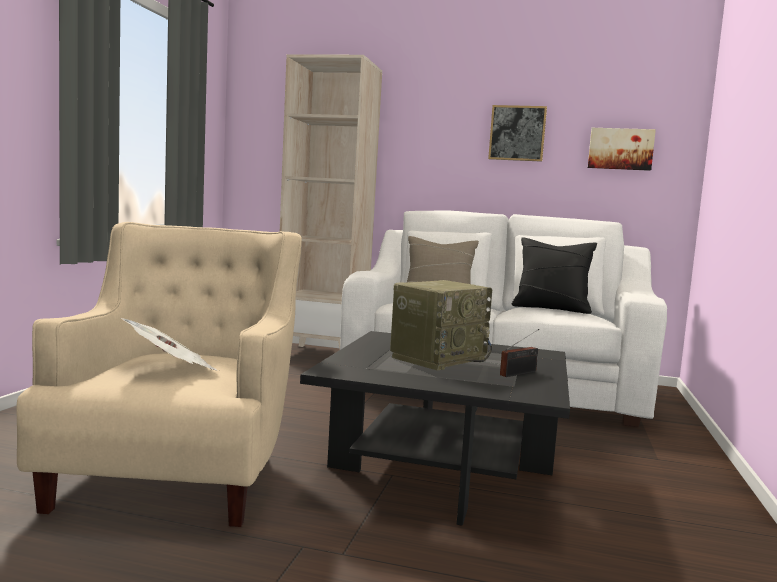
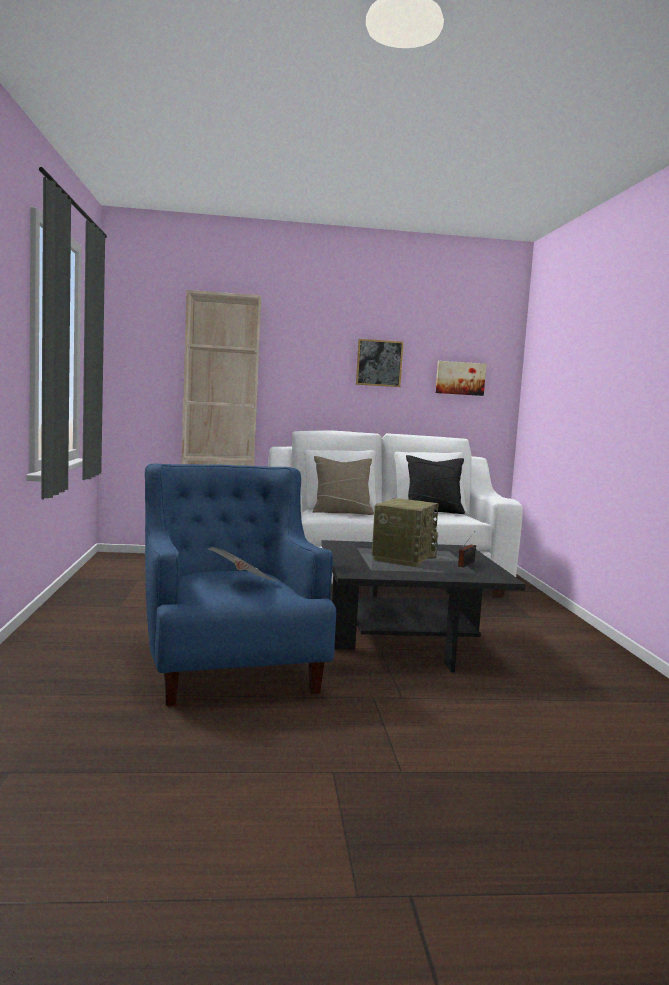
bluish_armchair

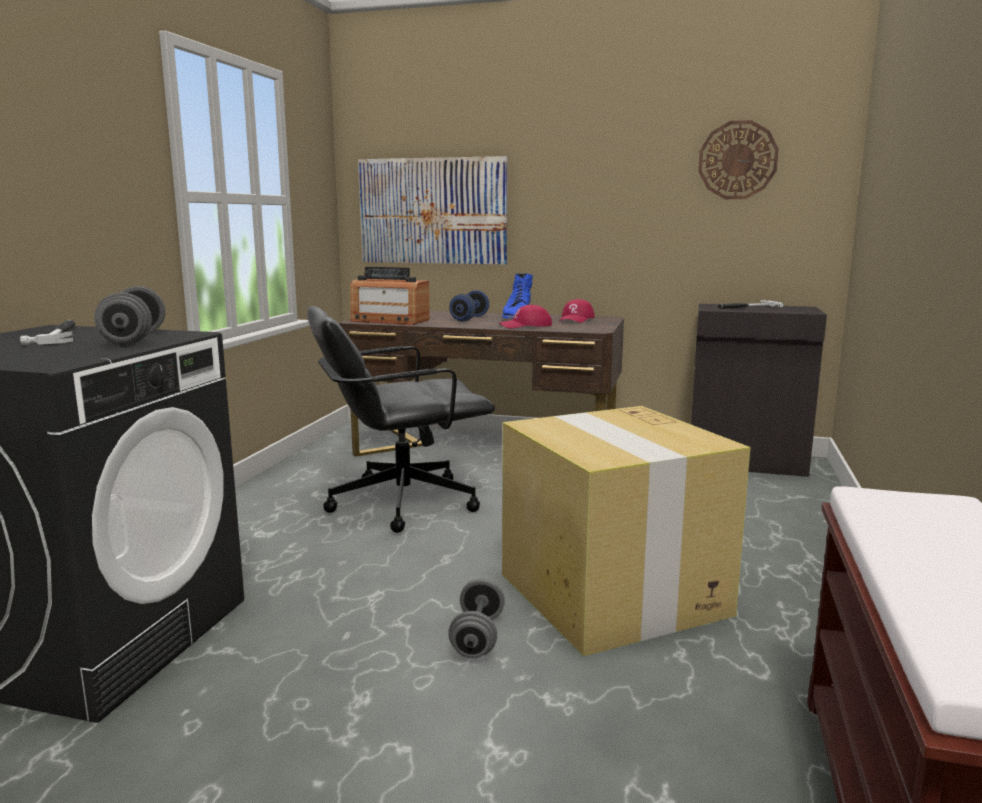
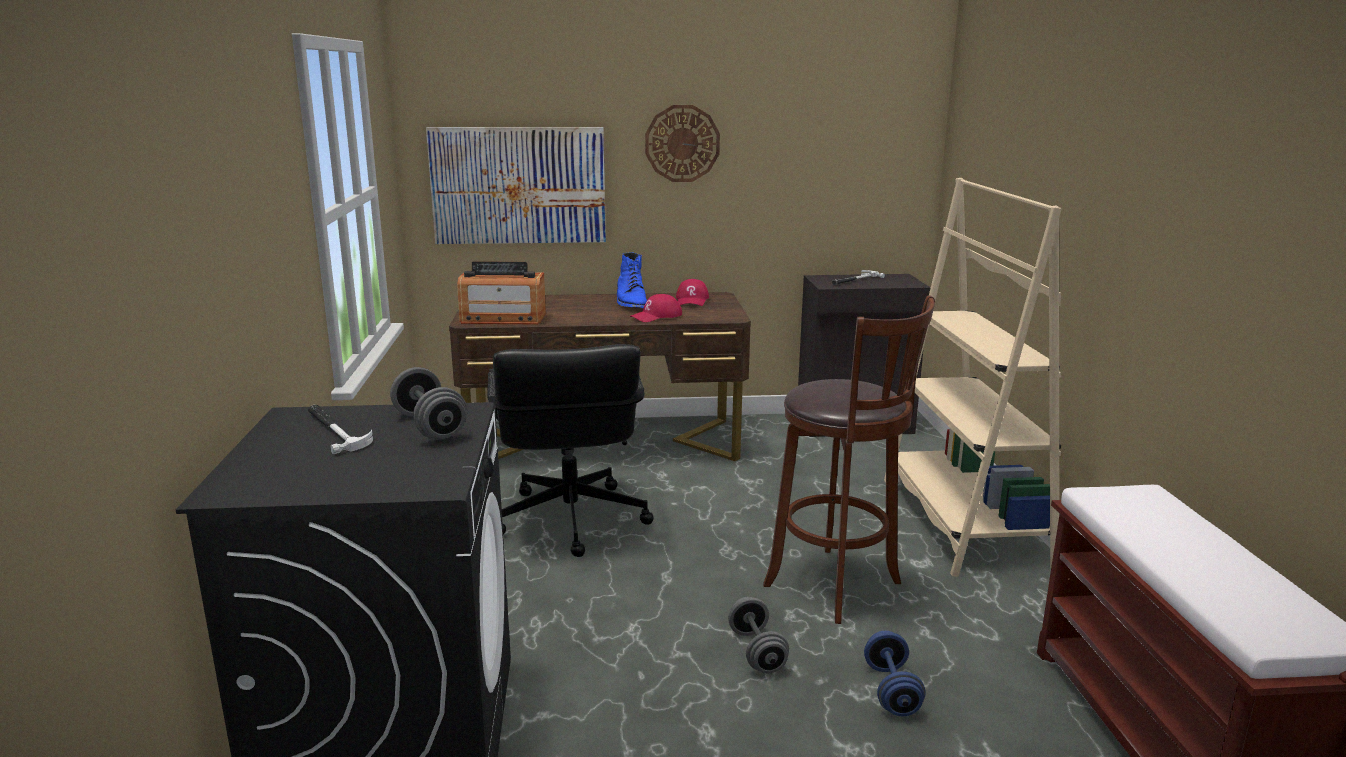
black_office_chair
hanging_clock
brownish_stool_seat
bluish_dumbbell
sand-coloured_bookcase

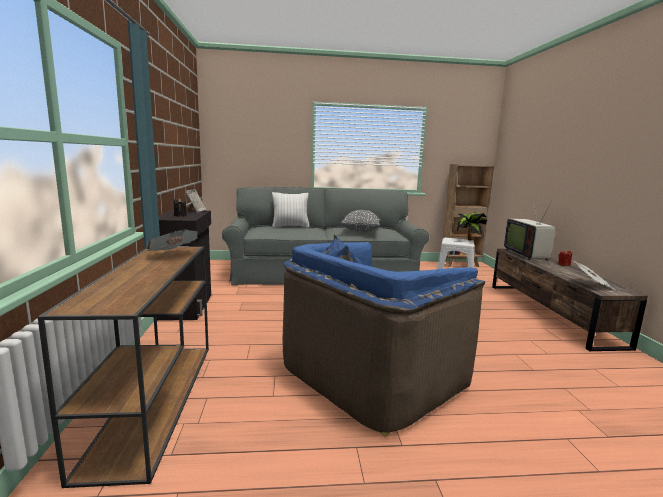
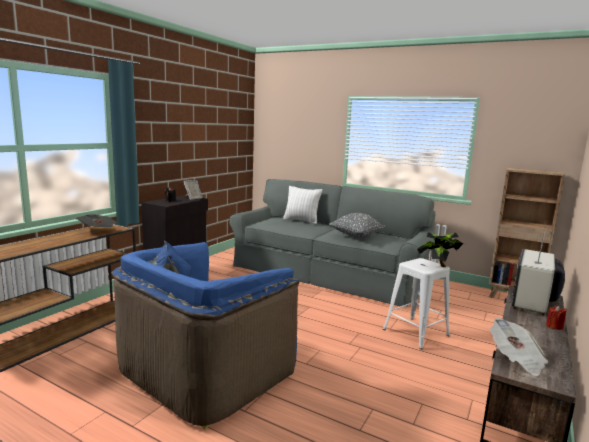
bluish_armchair

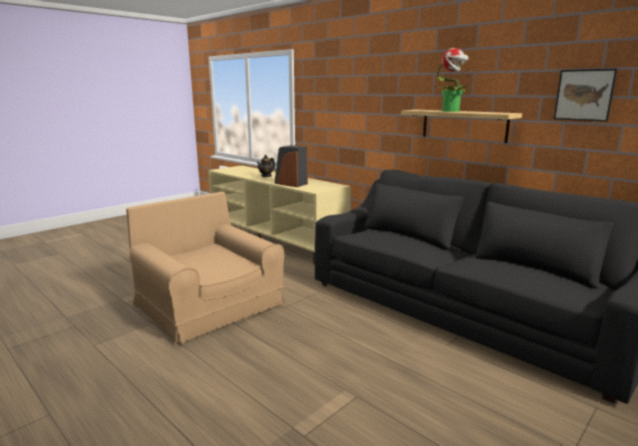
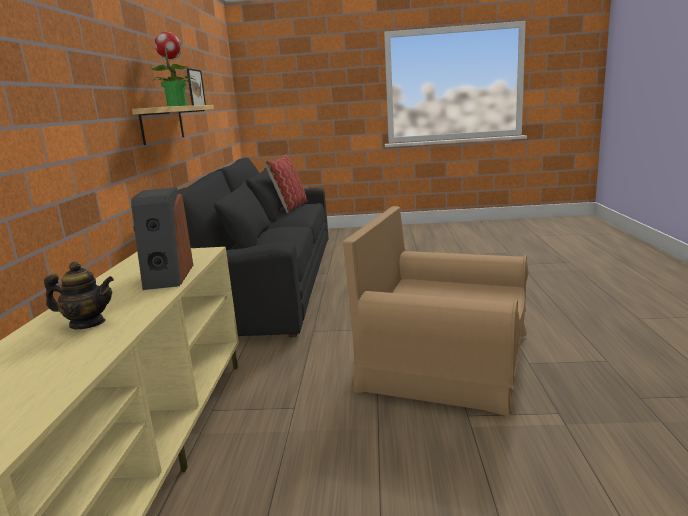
throw_pillow
brownish_armchair

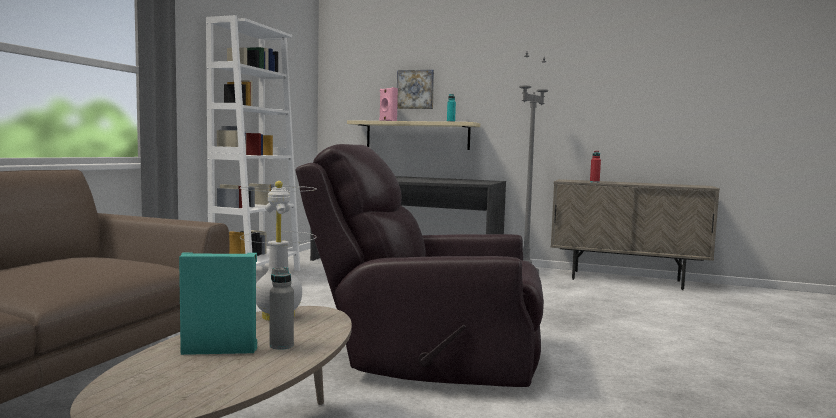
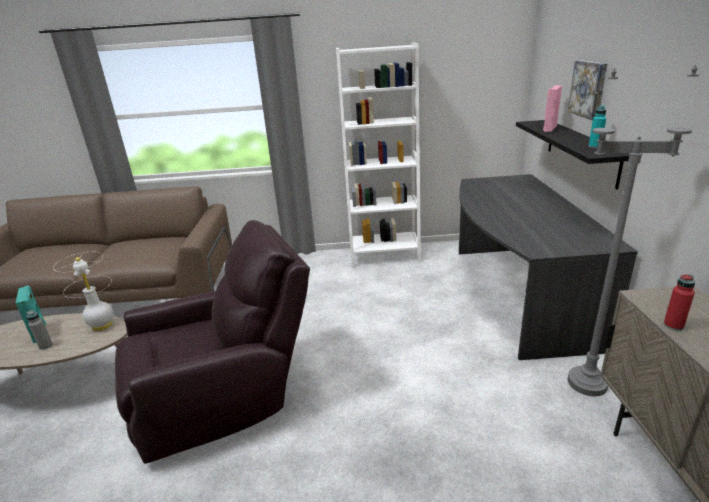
brownish_armchair
black_wall_shelf

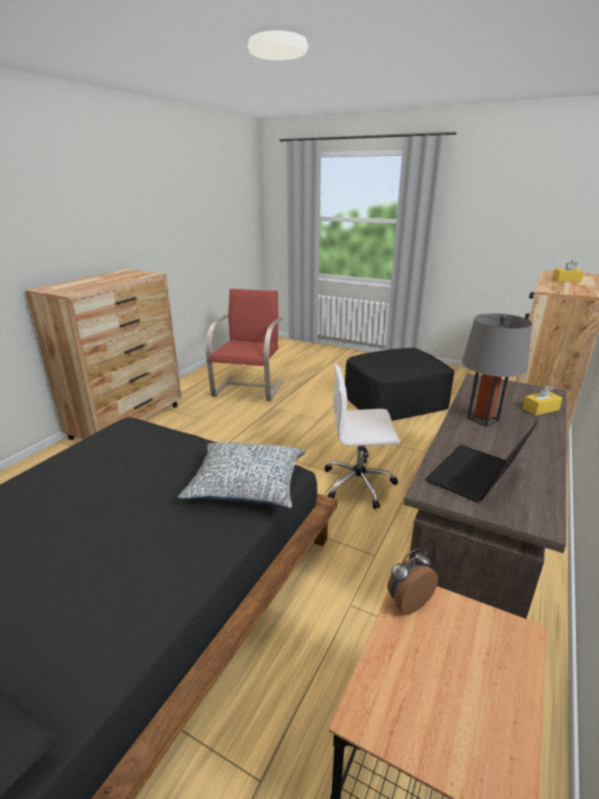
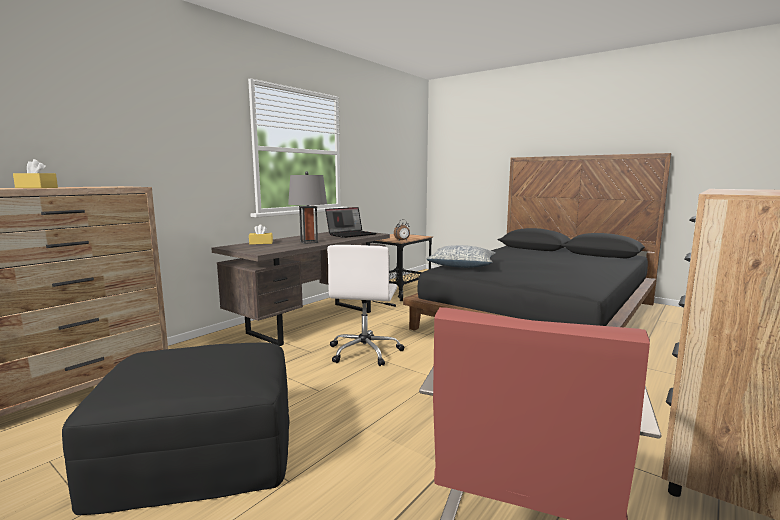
white_office_chair

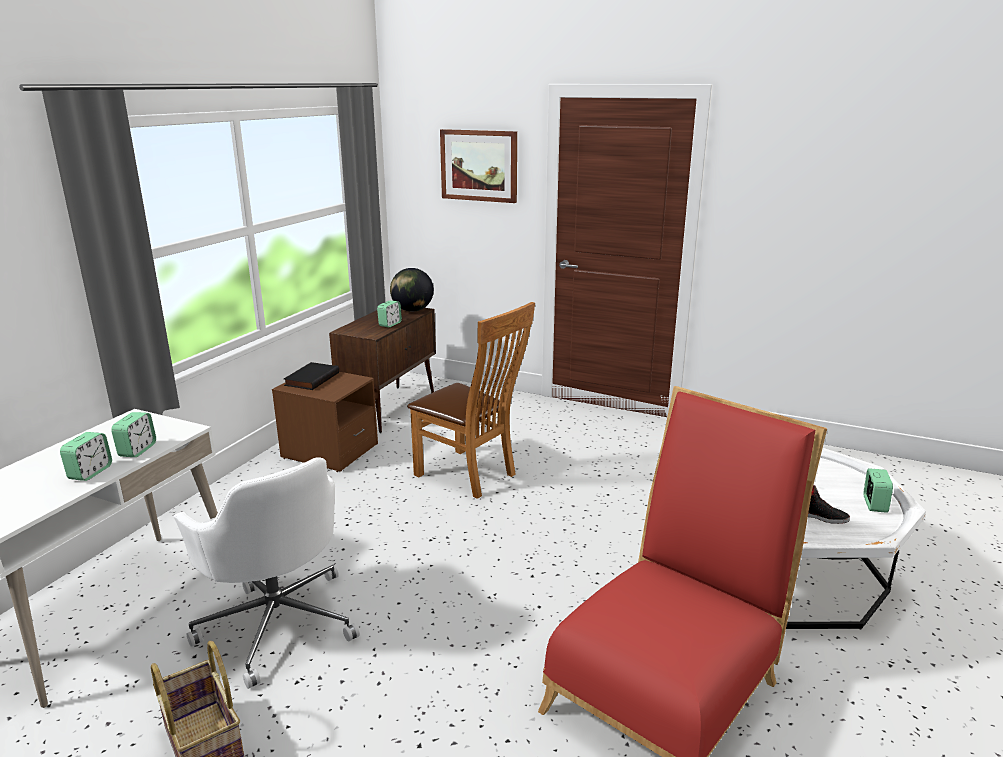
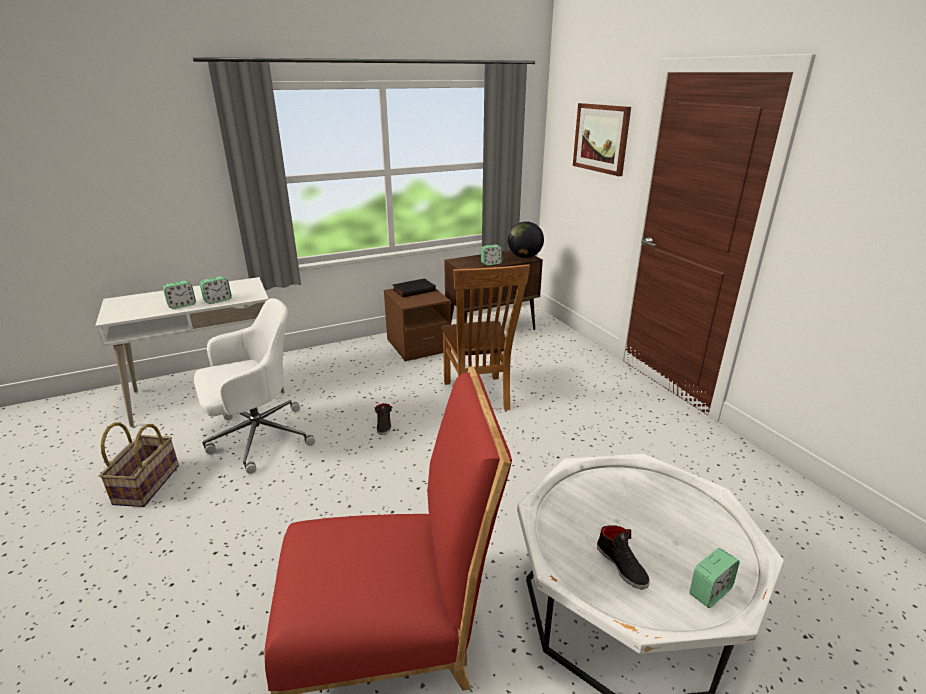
white_office_chair
black_shoe (no. 1 from left)

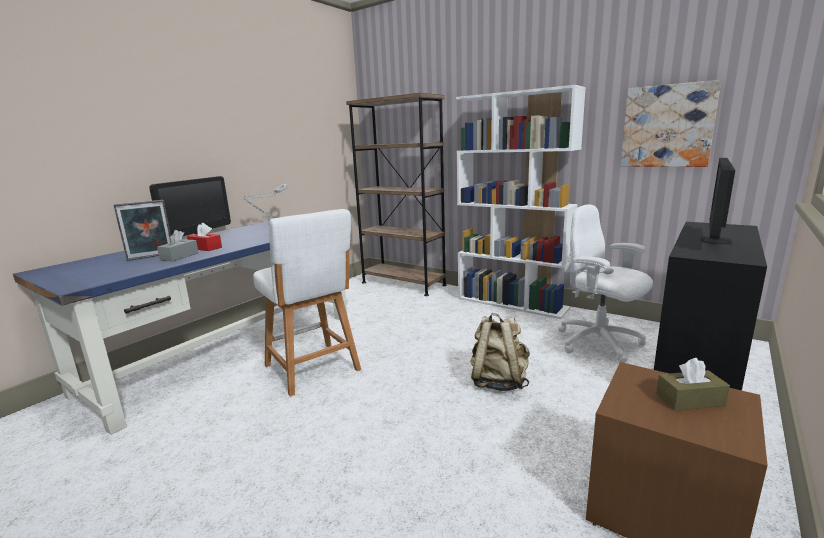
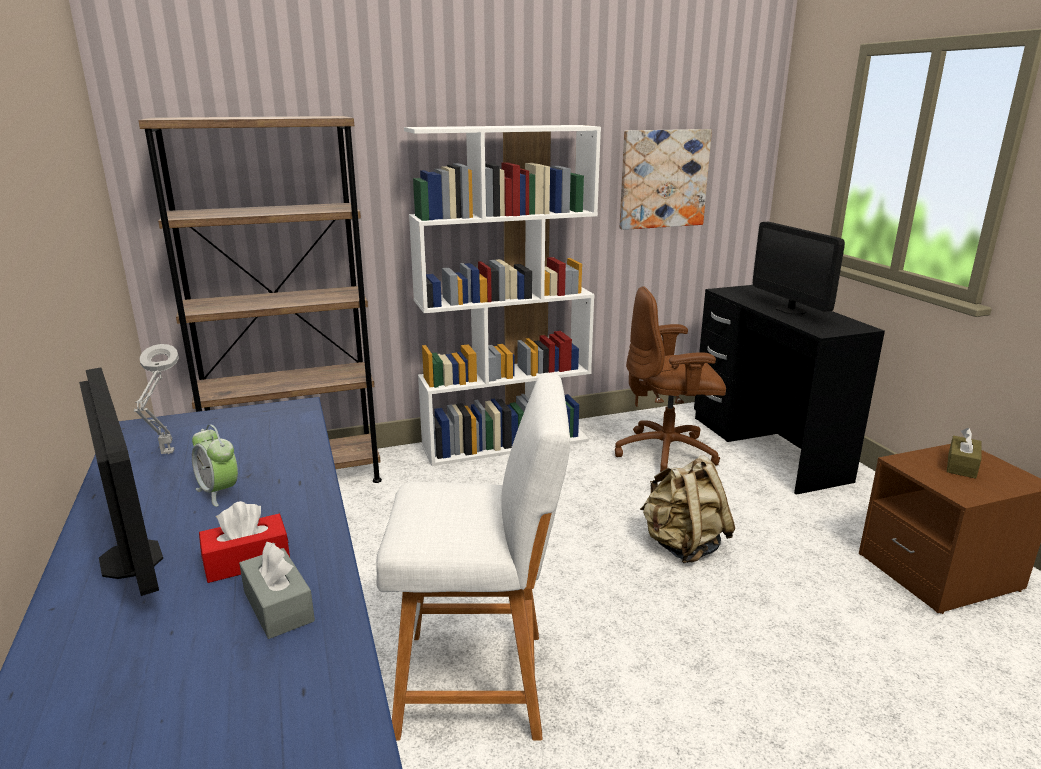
table_clock
brownish_office_chair
photo_frame

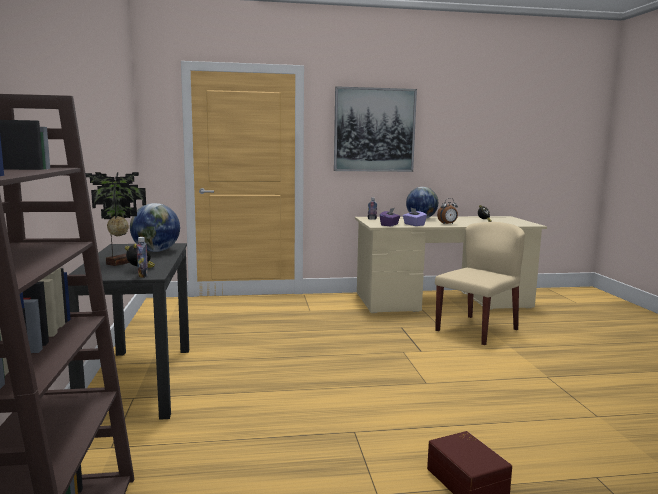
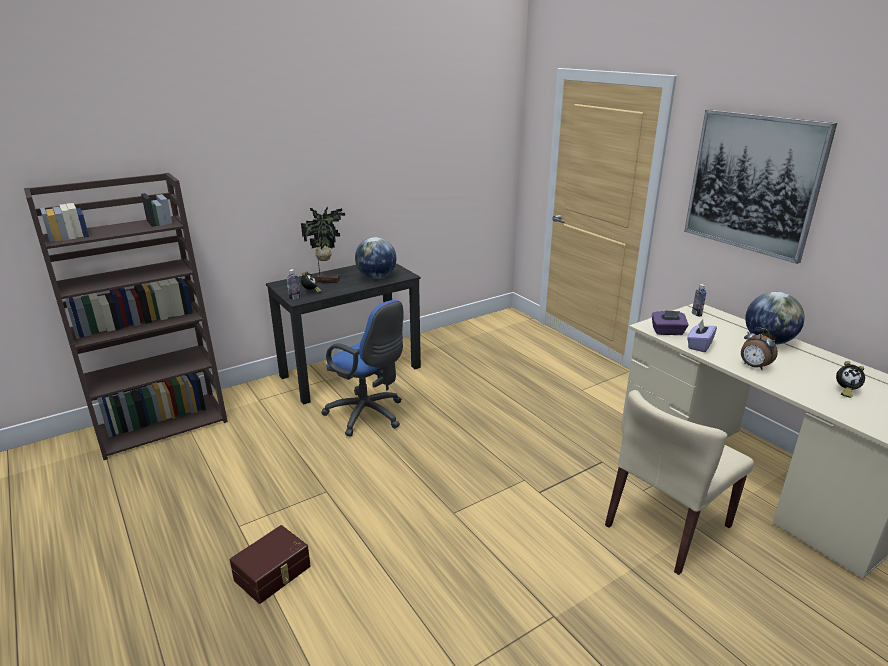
bluish_office_chair
sand-coloured_chair

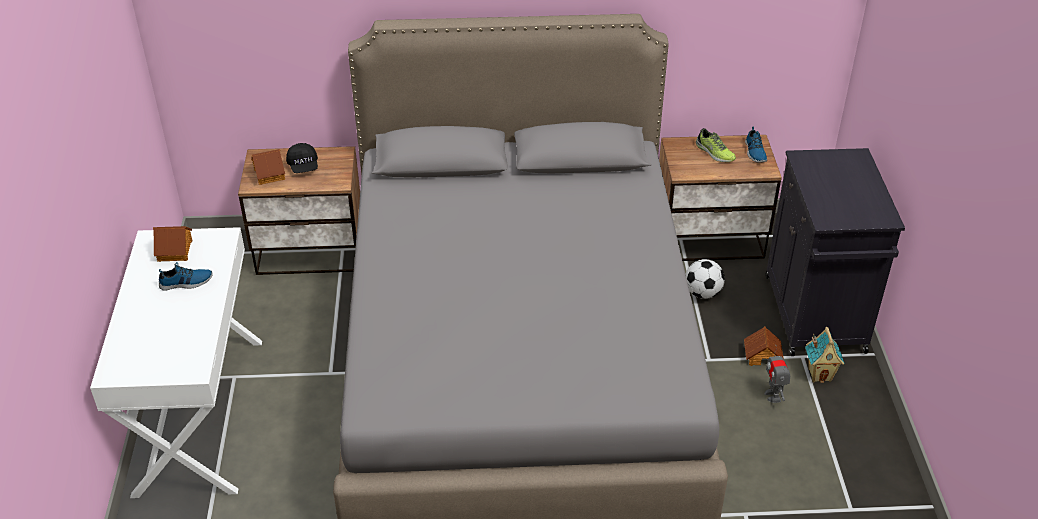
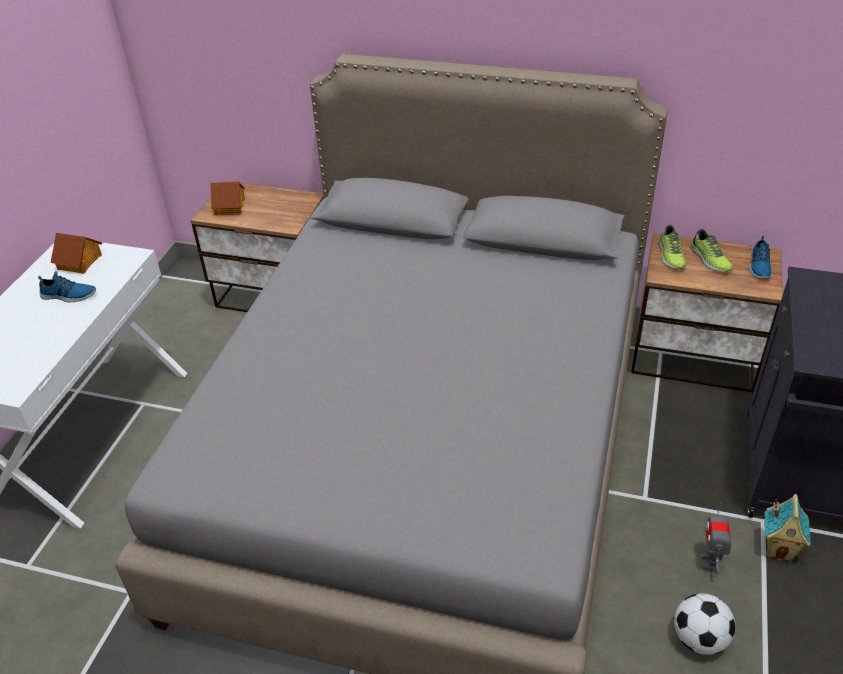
shoe (no. 2 from left)
ball_for_football
black_peaked_cap
model_house (no. 3 from left in the first image)

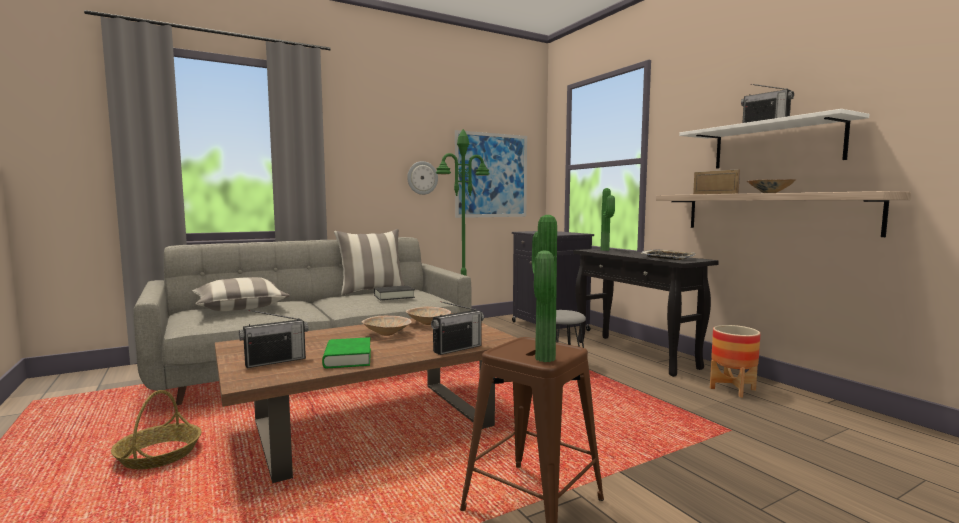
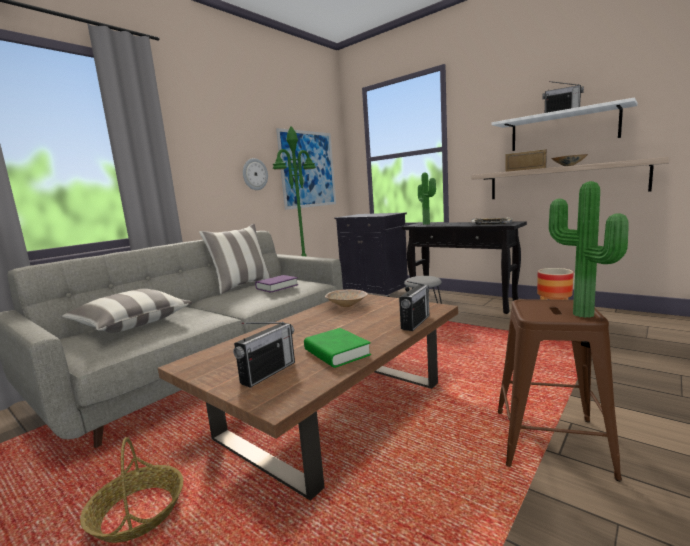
purple_bound_book
sand-coloured_bowl (no. 1 from left in the first image)

